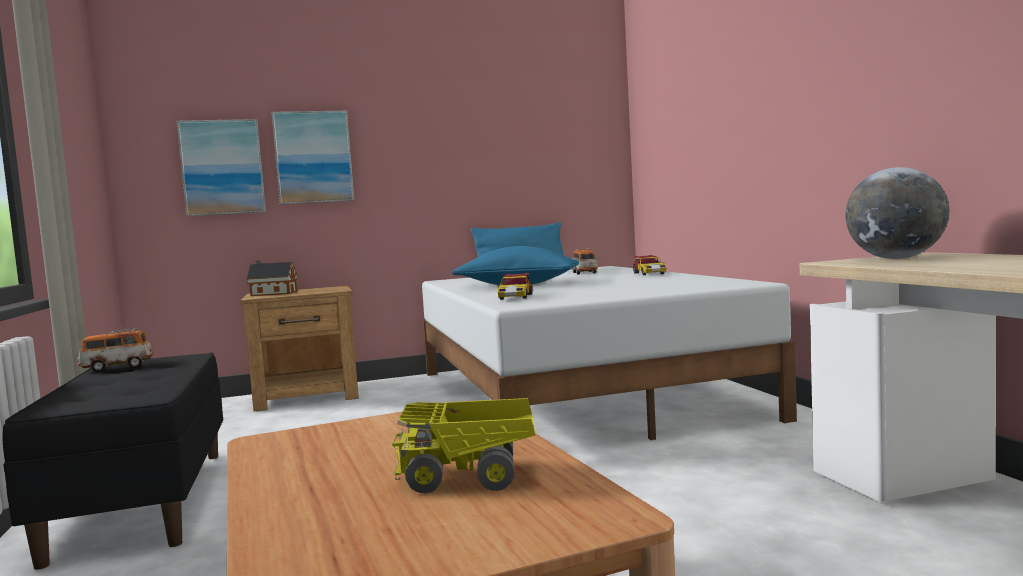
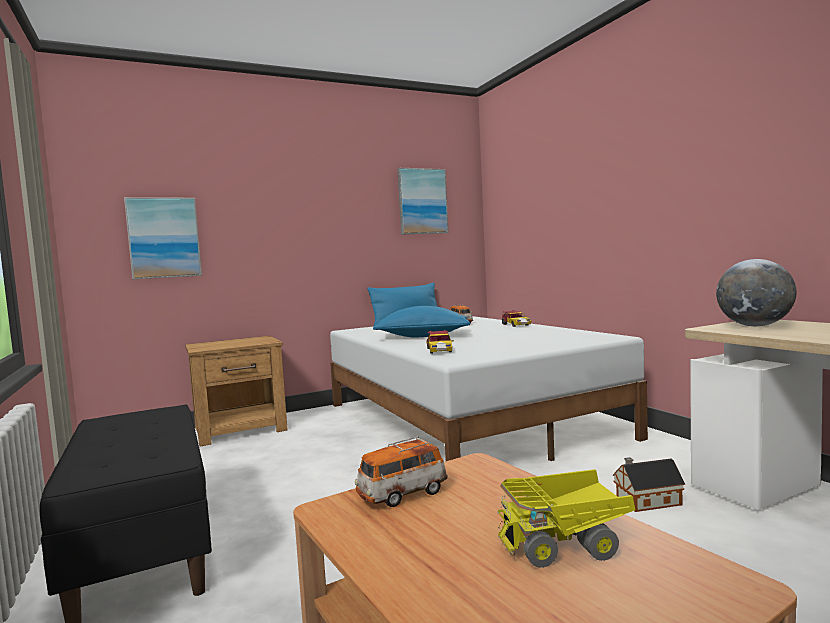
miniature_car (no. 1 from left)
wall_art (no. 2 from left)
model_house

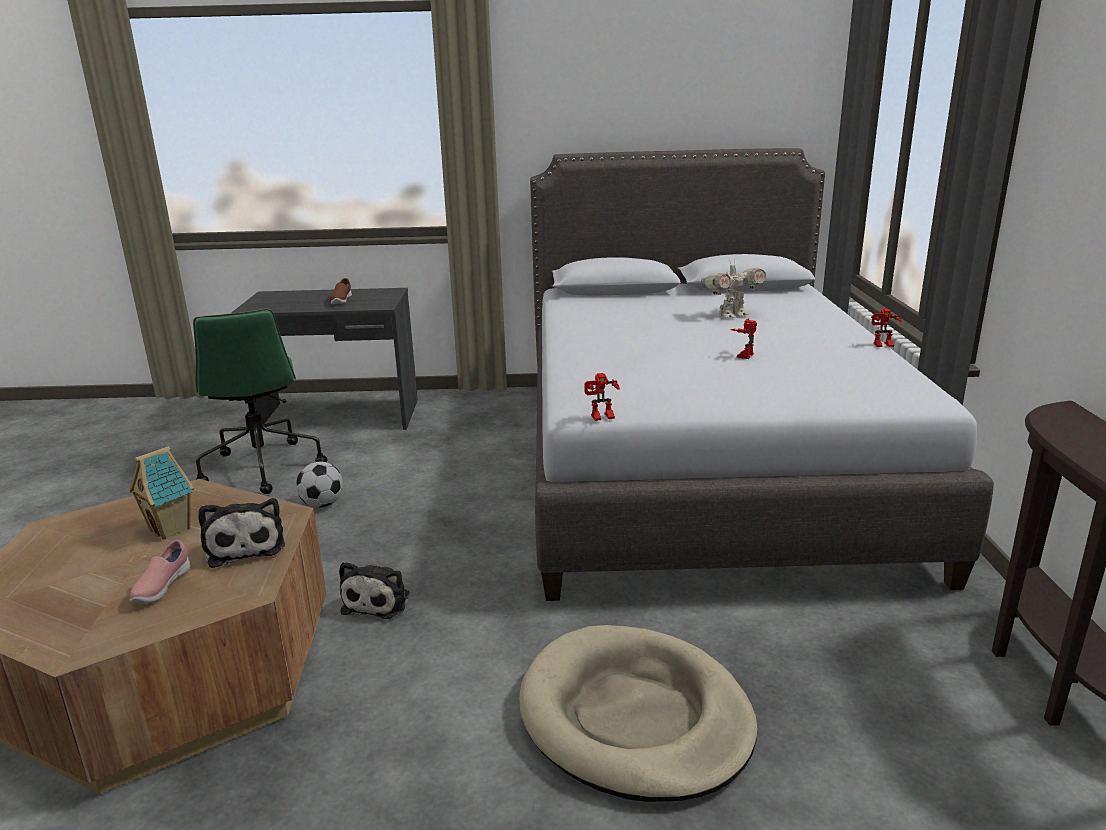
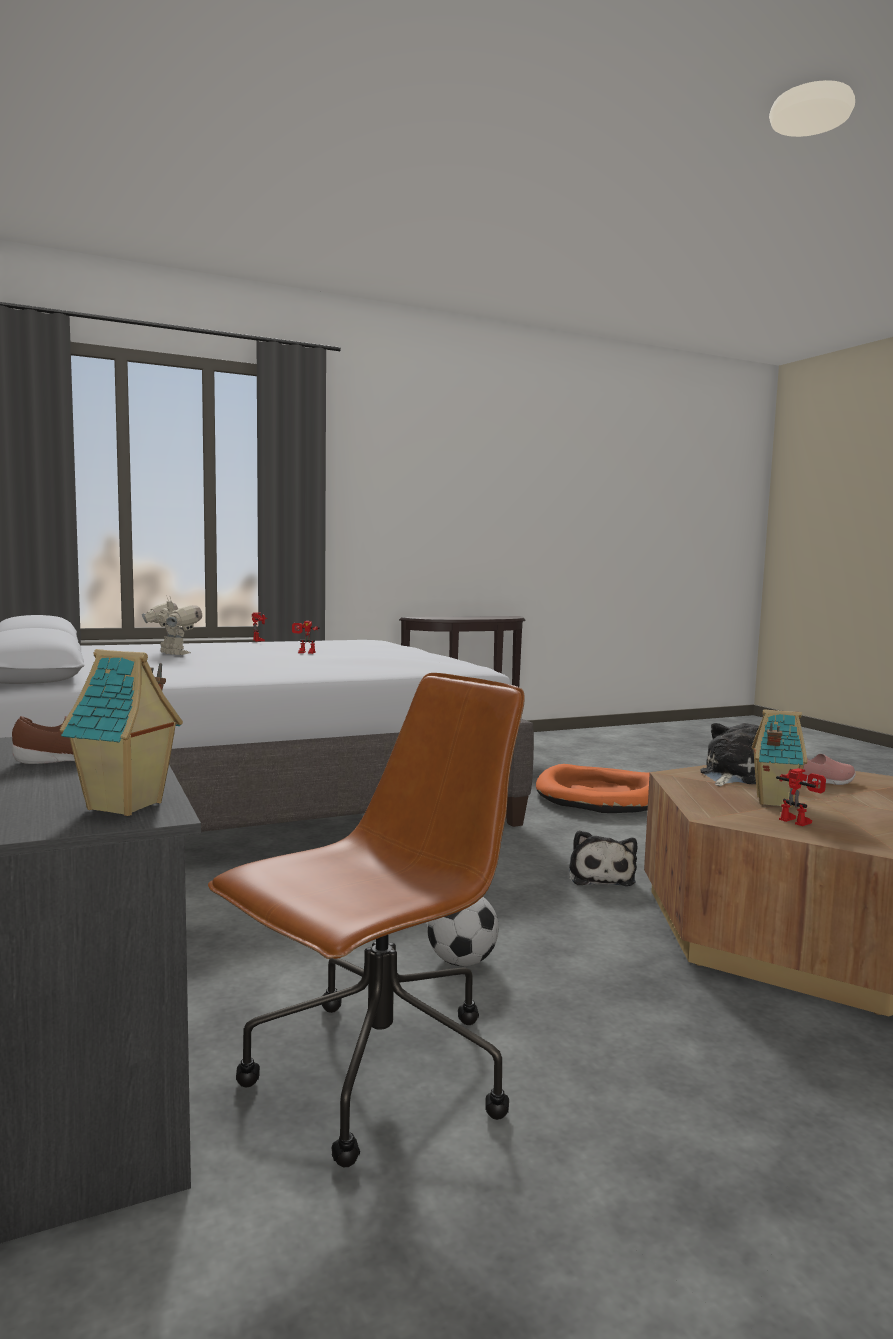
model_house (no. 1 from left)
brownish_office_chair
orangey_dog_cushion
cuddly_toy (no. 1 from left)
model_robot (no. 4 from left)

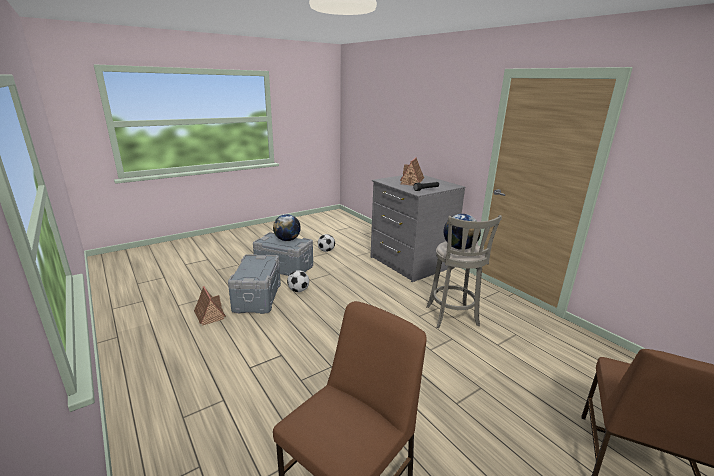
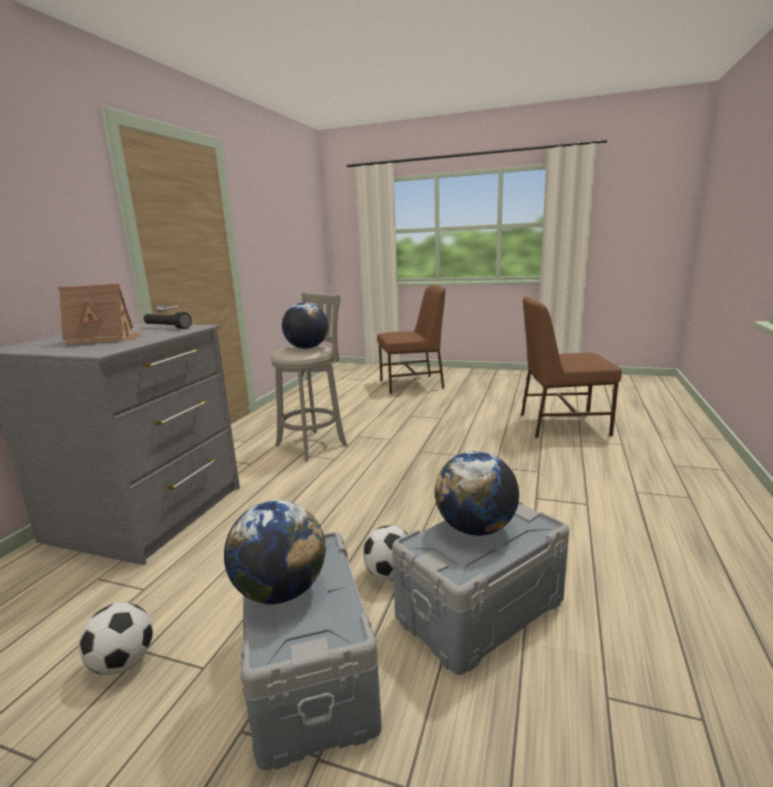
globe (no. 3 from left)
model_house (no. 1 from left in the first image)

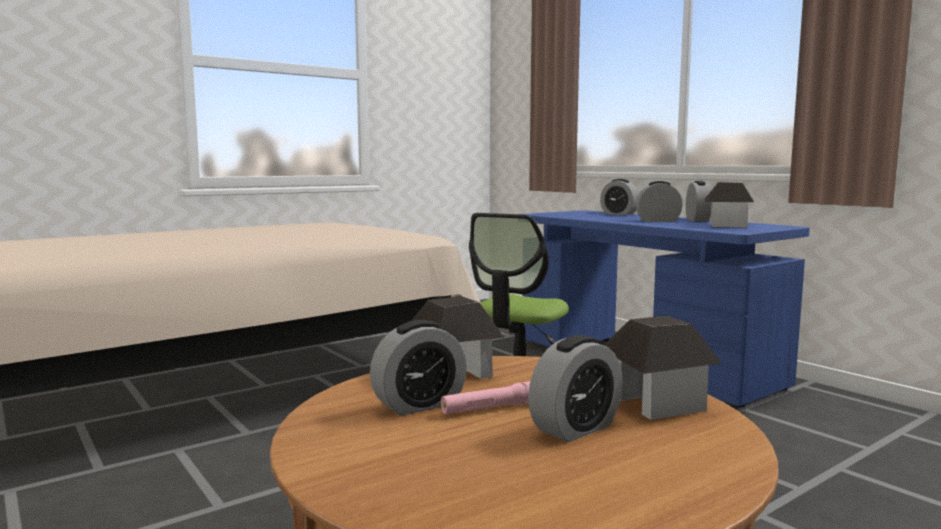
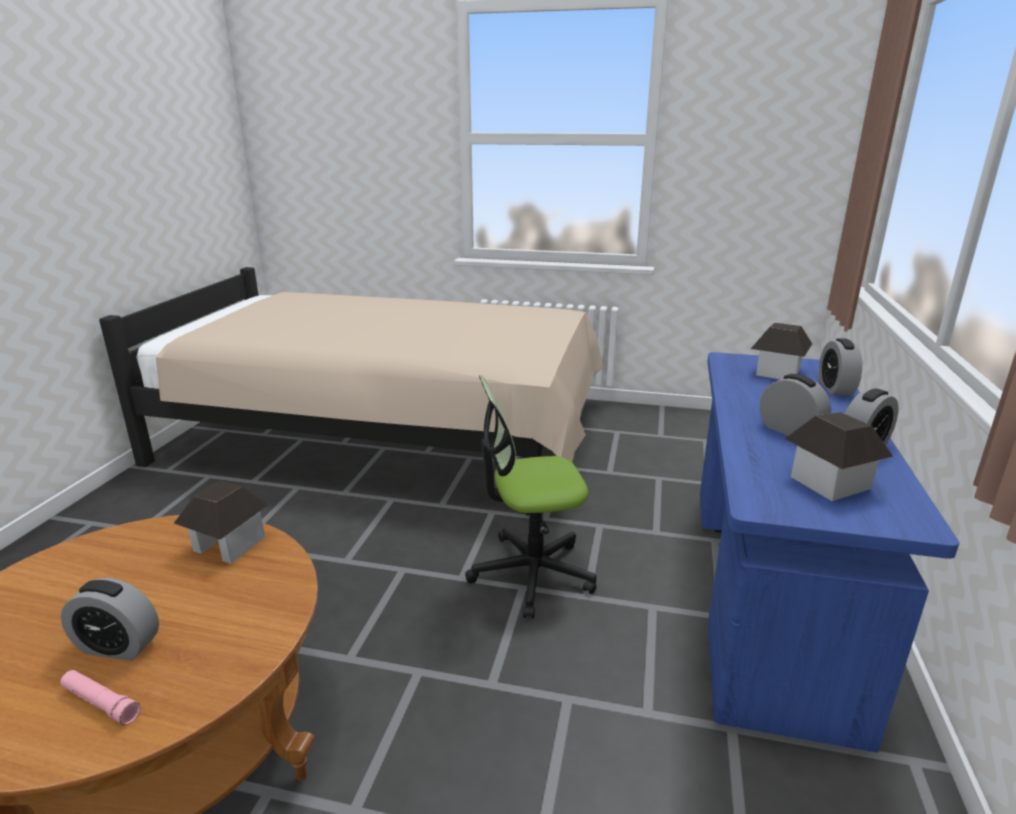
pinkish_hand_torch
model_house (no. 2 from left)
table_clock (no. 1 from left in the first image)

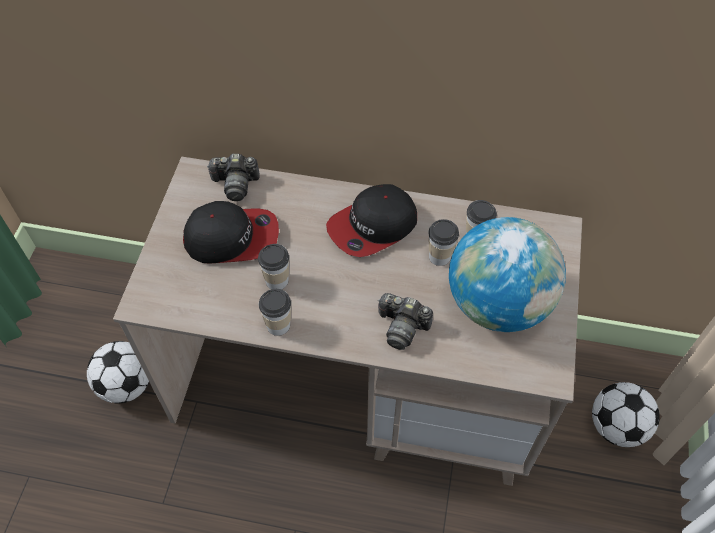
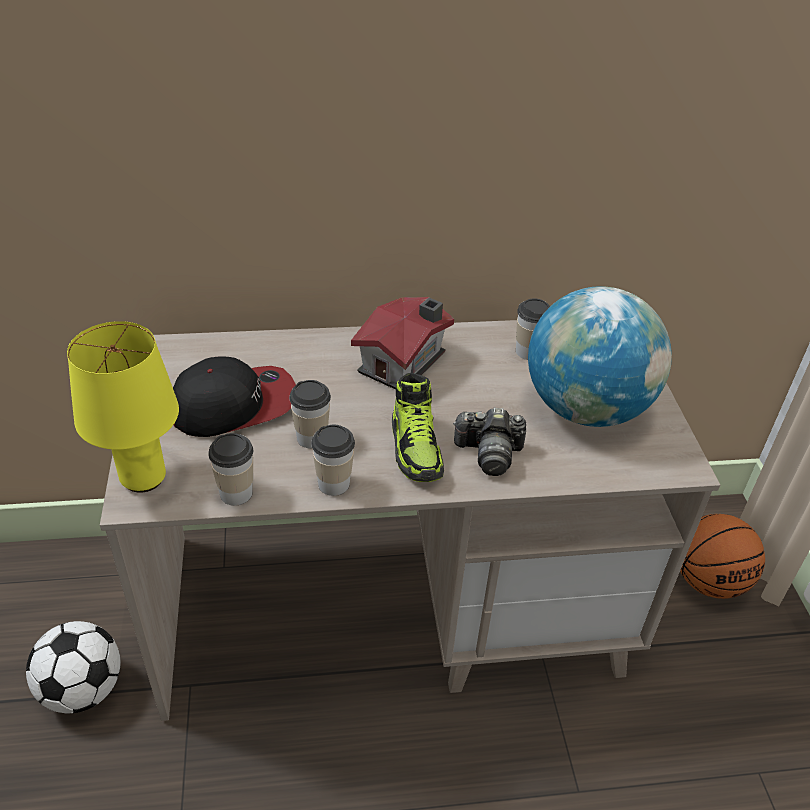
yellow_tabletop_lamp
small_cup (no. 1 from left)
model_house
shoe
basketball
photo_camera (no. 1 from left in the first image)

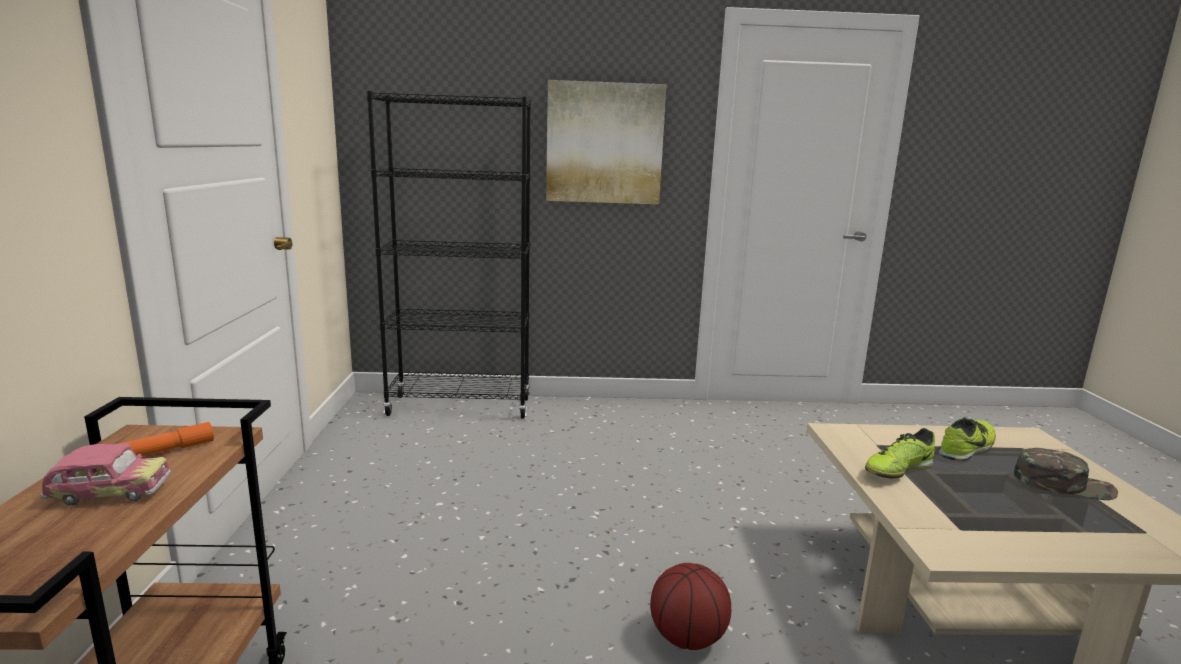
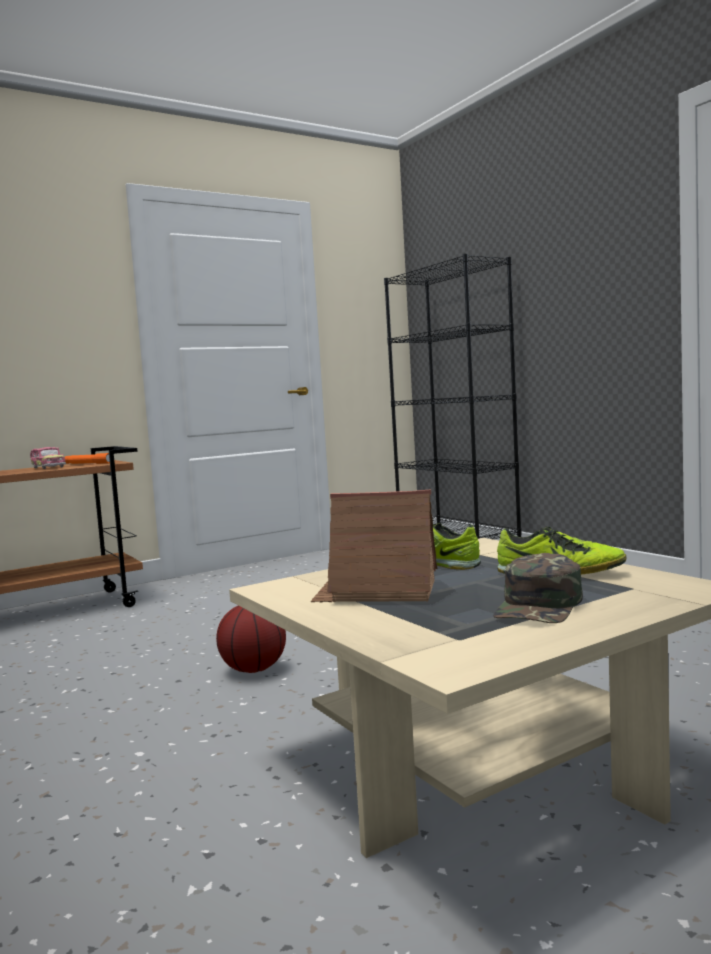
model_house
greenish_peaked_cap
wall_art

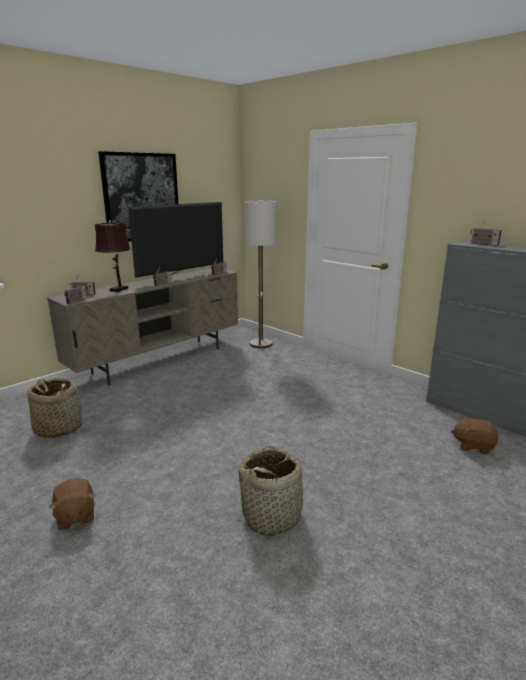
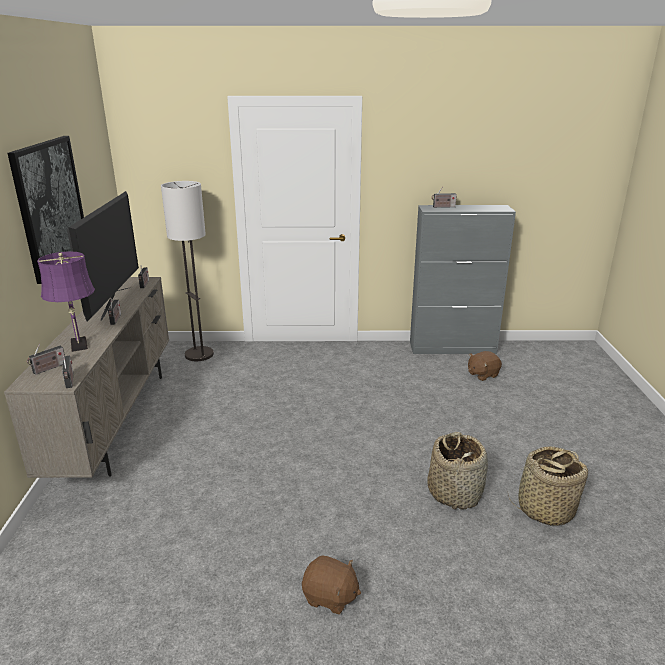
purple_tabletop_lamp
storage_basket (no. 2 from left)

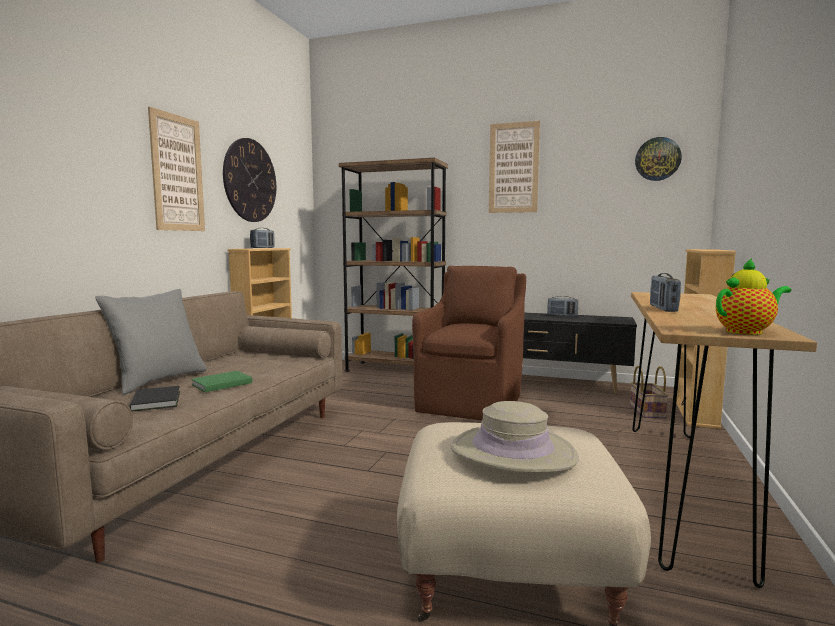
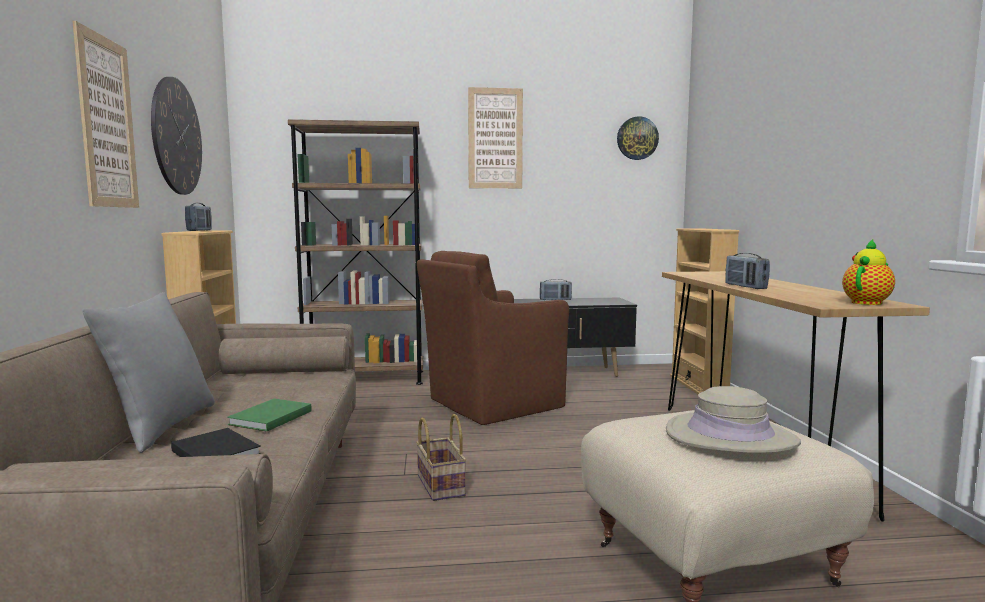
storage_basket
brownish_armchair

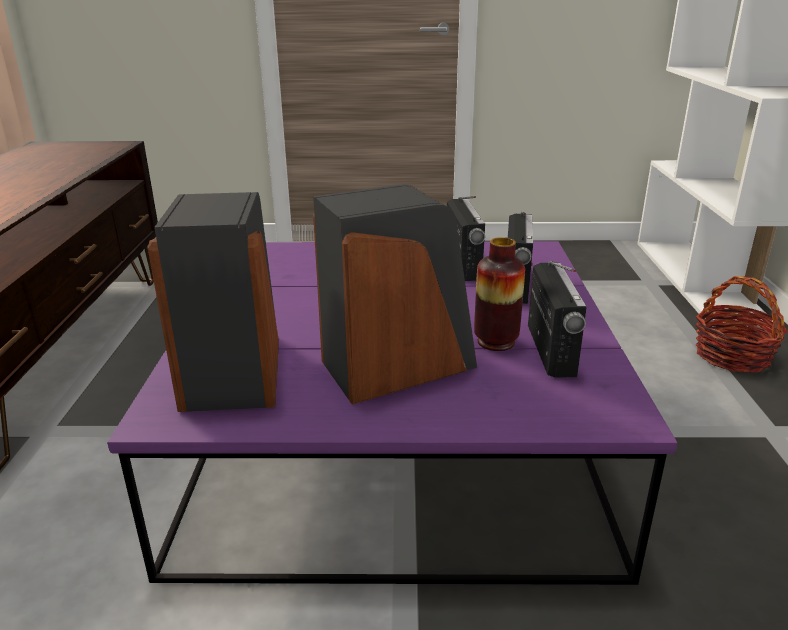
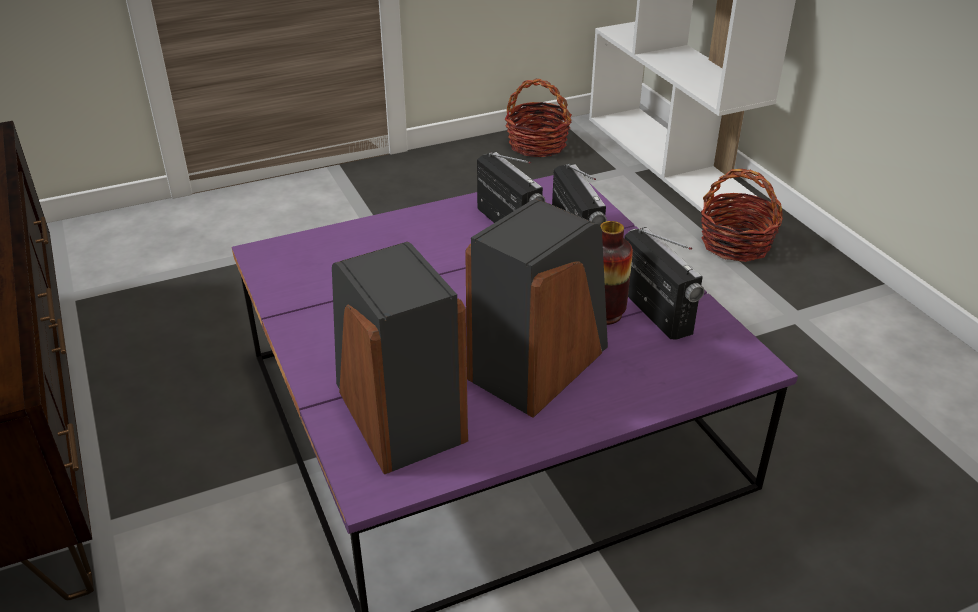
storage_basket (no. 1 from left)

